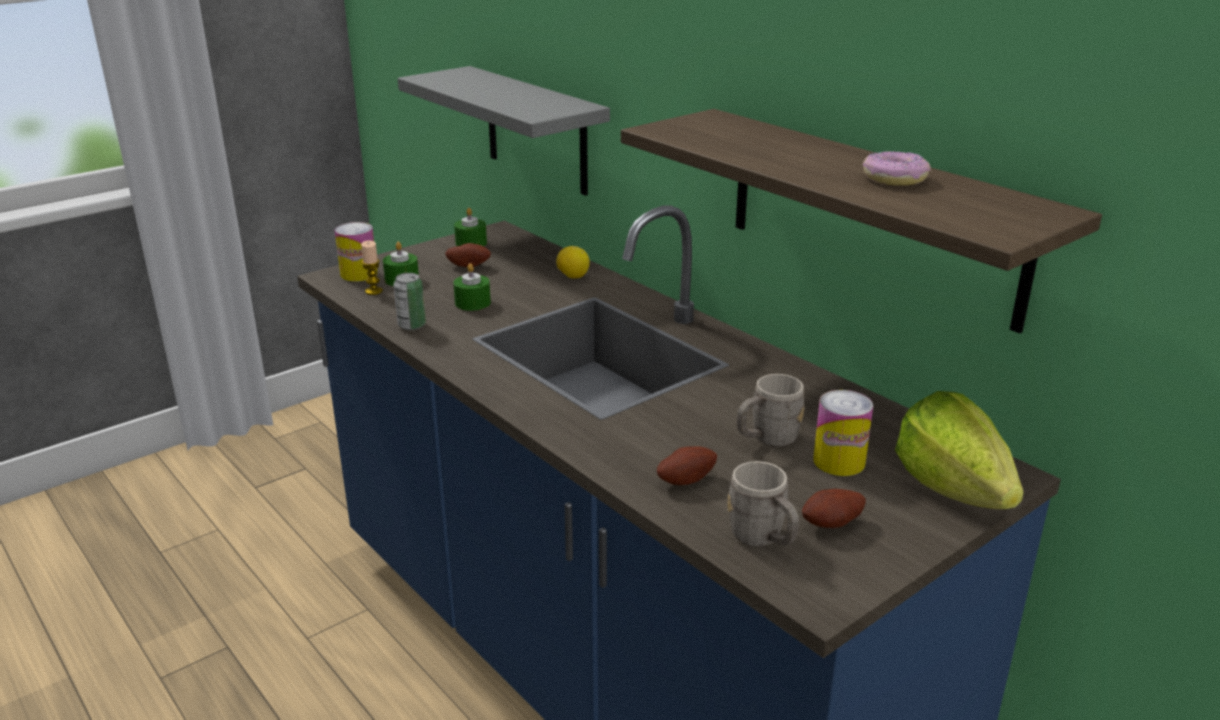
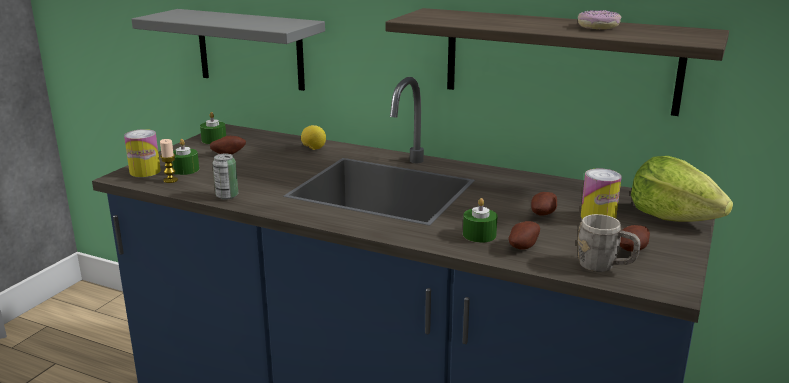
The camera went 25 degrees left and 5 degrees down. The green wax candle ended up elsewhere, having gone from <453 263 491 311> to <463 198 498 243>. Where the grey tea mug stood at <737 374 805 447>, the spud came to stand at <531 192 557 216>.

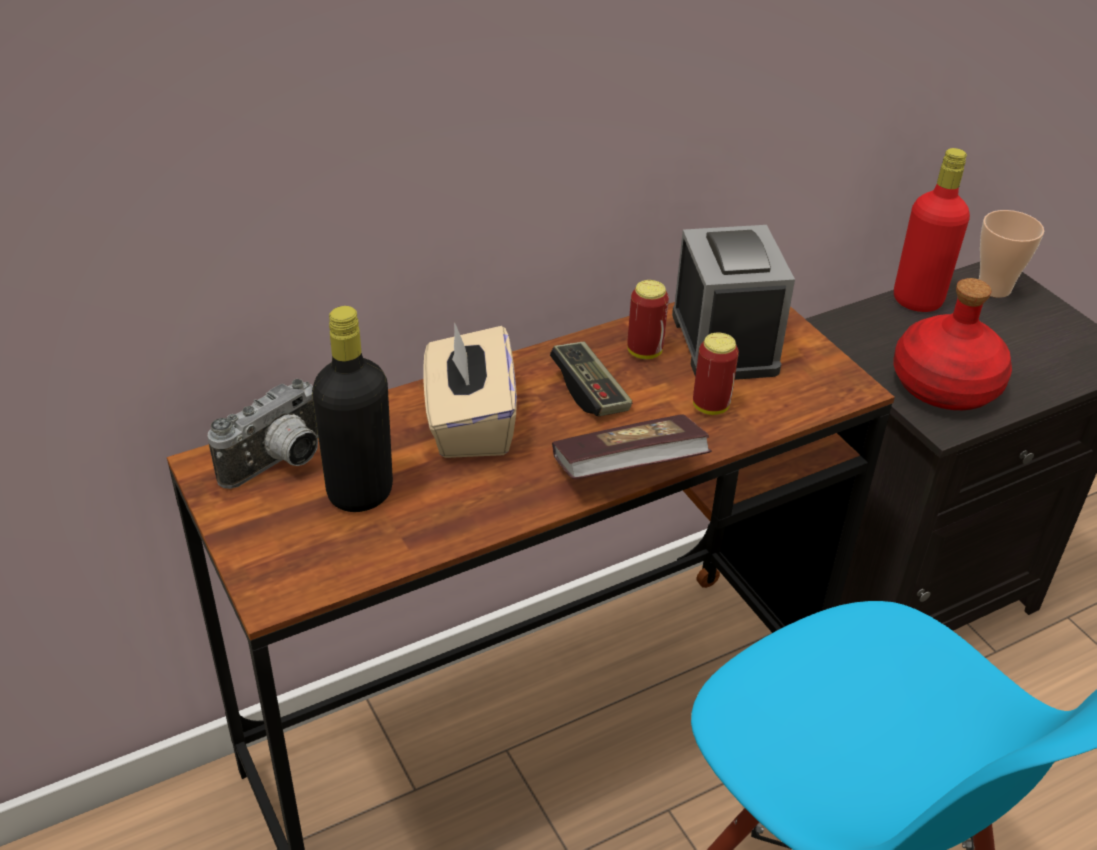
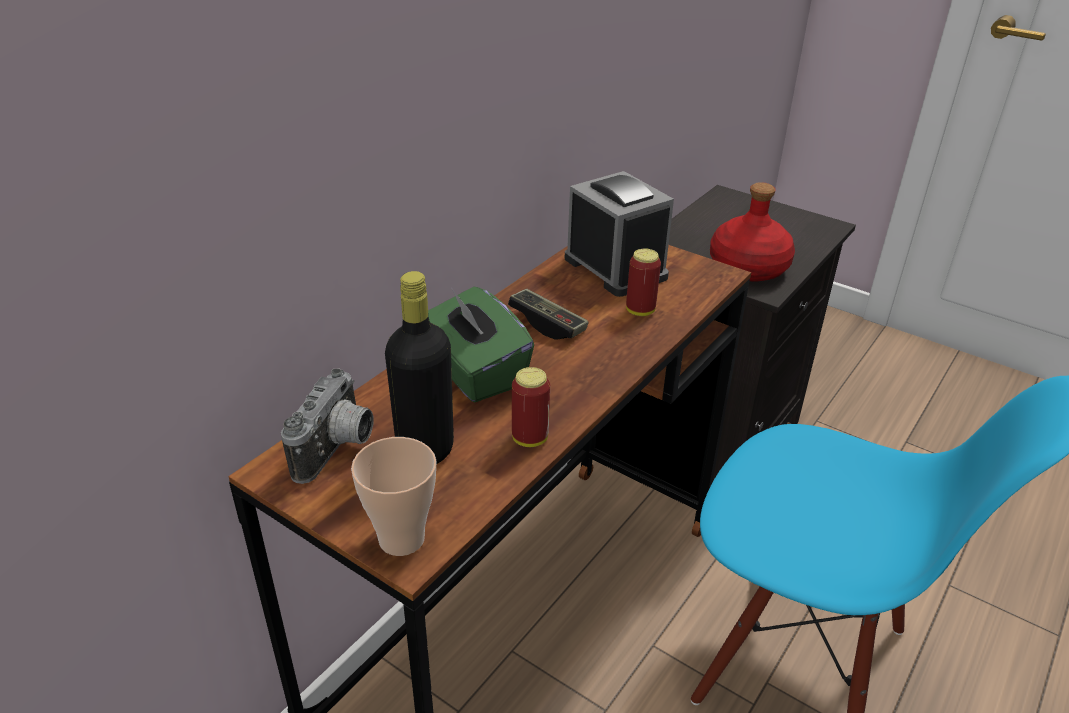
The camera went 25 degrees left and 5 degrees down. The small cup ended up elsewhere, having gone from <979 210 1044 298> to <351 437 436 556>. What was the sand-coloured tissue holder at <423 324 517 458> turned into the green tissue holder at <428 287 534 402>. The sealed can ended up elsewhere, having gone from <627 280 669 359> to <512 367 550 447>. The second view lost the book at <552 414 712 480>. The second view lost the red beverage bottle at <894 148 970 312>.

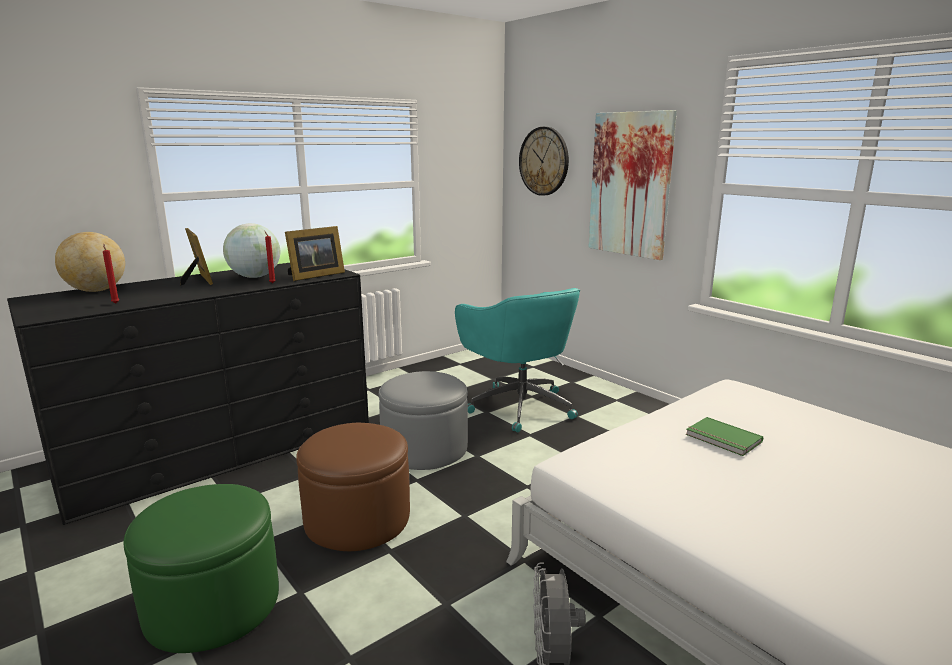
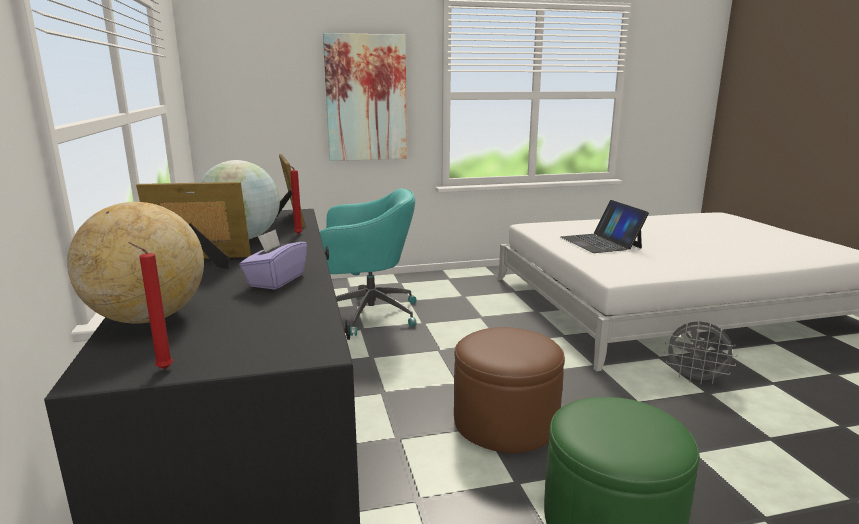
The camera went 65 degrees left and 0 degrees up. The red wax candle ended up elsewhere, having gone from <103 244 119 303> to <128 242 173 369>. The second view gained the purple-coloured tissue holder at <239 229 307 290>. Where the green book stood at <686 417 763 456>, the laptop came to stand at <561 200 649 253>. The second view lost the grey footrest at <379 371 468 470>. The second view lost the hanging clock at <519 127 569 196>.

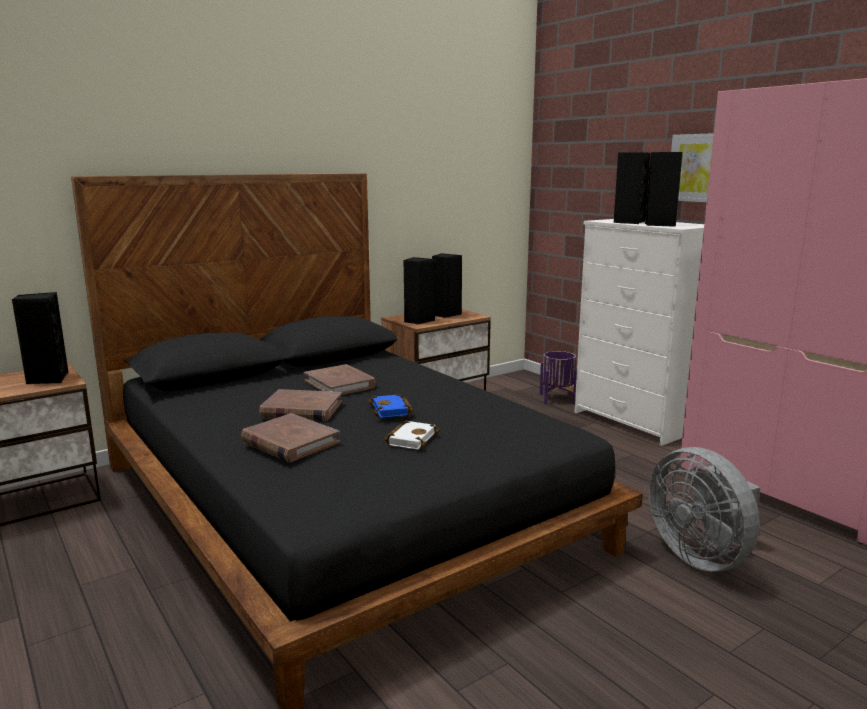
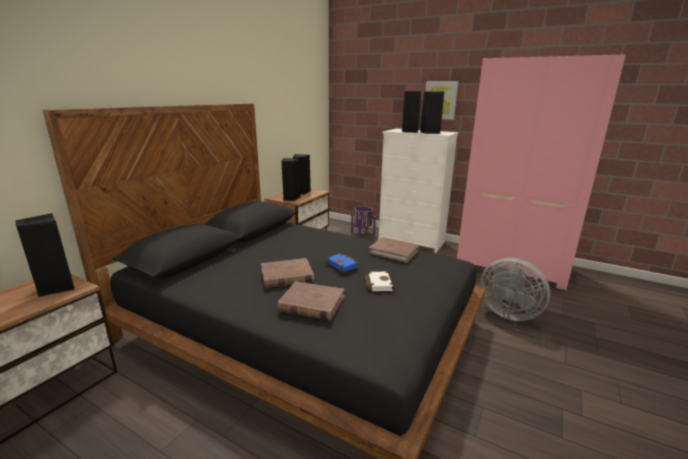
The camera went 25 degrees left and 5 degrees up. The brownish book ended up elsewhere, having gone from <304 364 376 395> to <369 237 419 263>.

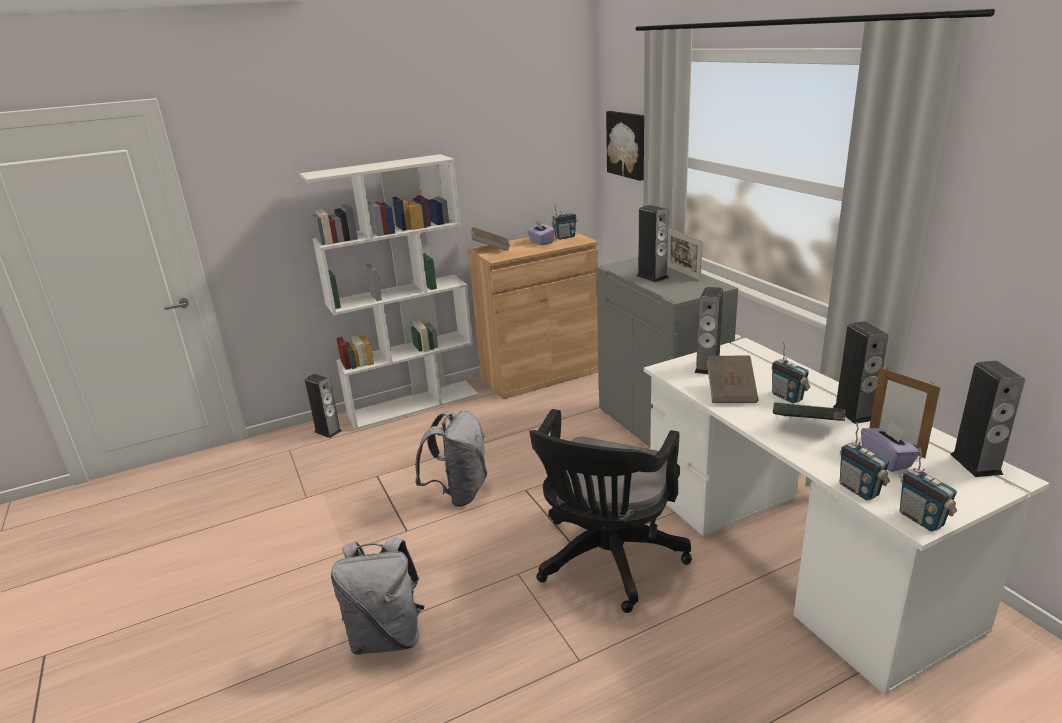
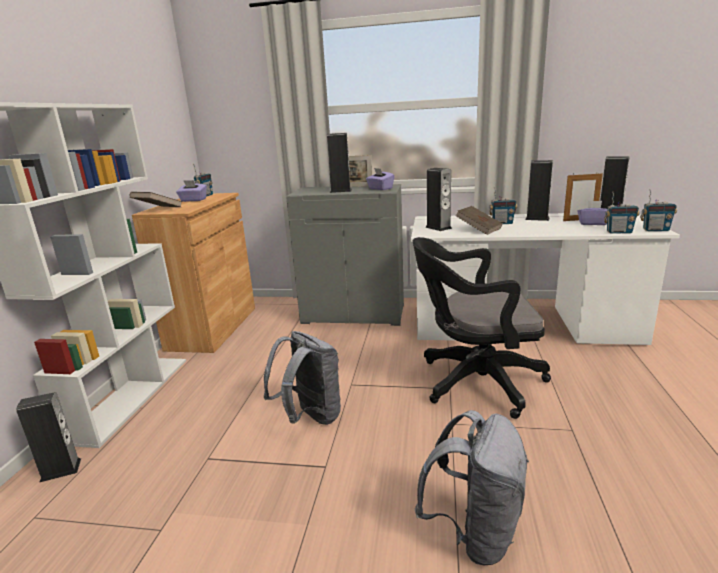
The camera went 55 degrees left and 5 degrees down. The second view gained the purple-coloured tissue holder at <366 168 394 190>. The blackish desk chair at <529 409 692 613> ended up facing another way, 120 degrees clockwise from before. The second view lost the wall art at <606 111 644 181>. The second view lost the book at <773 402 845 421>.

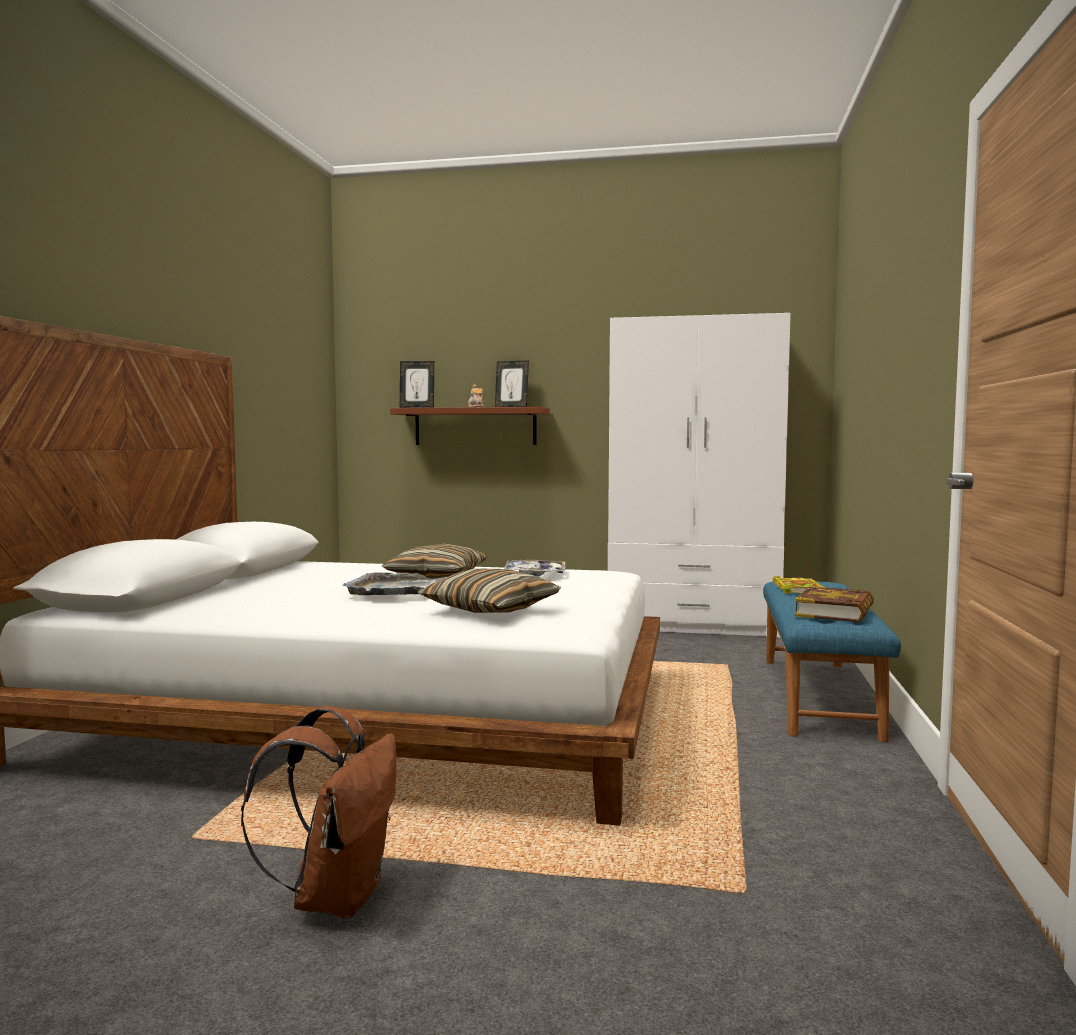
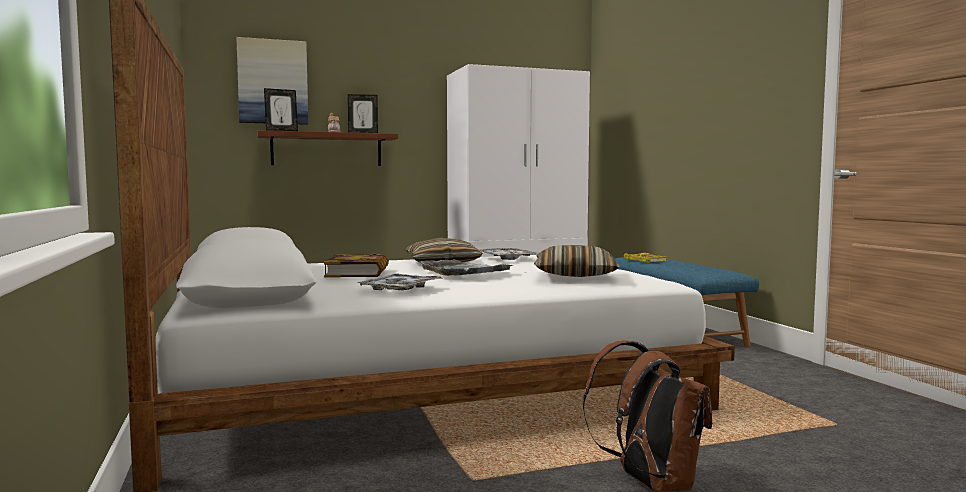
The camera went 30 degrees left and 0 degrees up. The second view gained the wall art at <236 37 308 125>. The book ended up elsewhere, having gone from <795 586 874 622> to <324 254 389 277>. The second view gained the carrying tray at <356 274 444 290>.

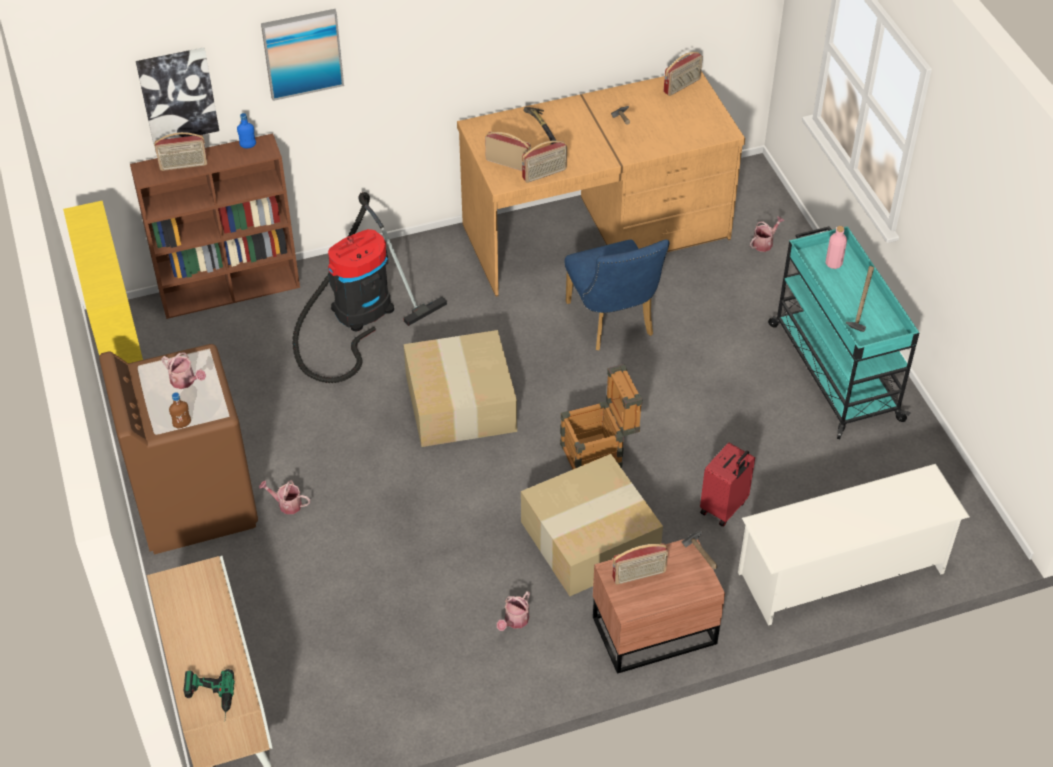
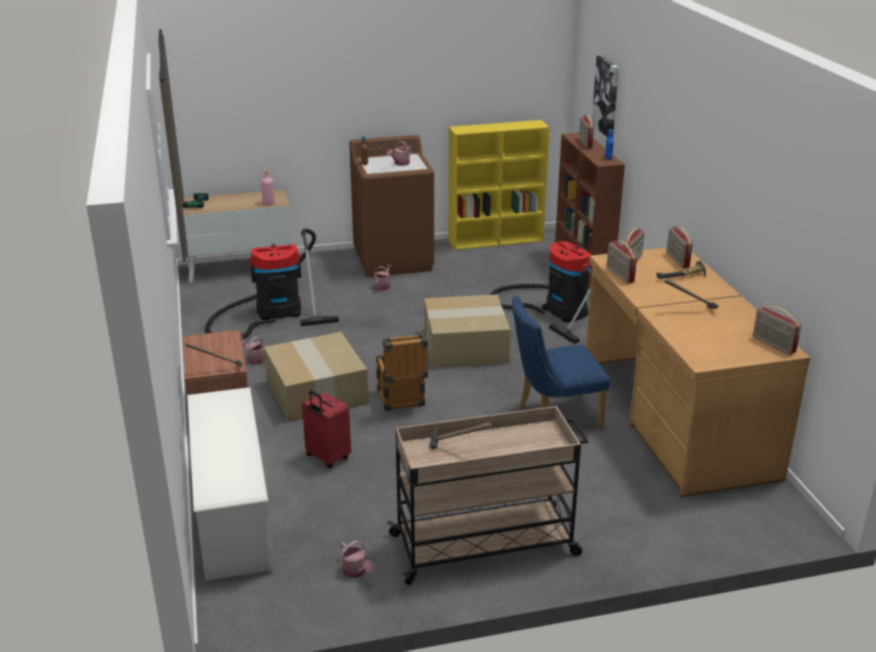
The camera went 95 degrees right and 20 degrees down. The second view gained the vacuum at <205 228 339 339>. The pink-coloured beverage bottle ended up elsewhere, having gone from <825 226 847 269> to <261 170 275 205>. The sprinkling can ended up elsewhere, having gone from <750 216 785 252> to <340 541 374 578>. What was the blue-green cart at <768 226 920 439> turned into the sand-coloured cart at <387 406 588 585>. The radio receiver ended up elsewhere, having gone from <612 543 668 584> to <667 226 693 268>. The second view lost the wall art at <261 9 344 101>.

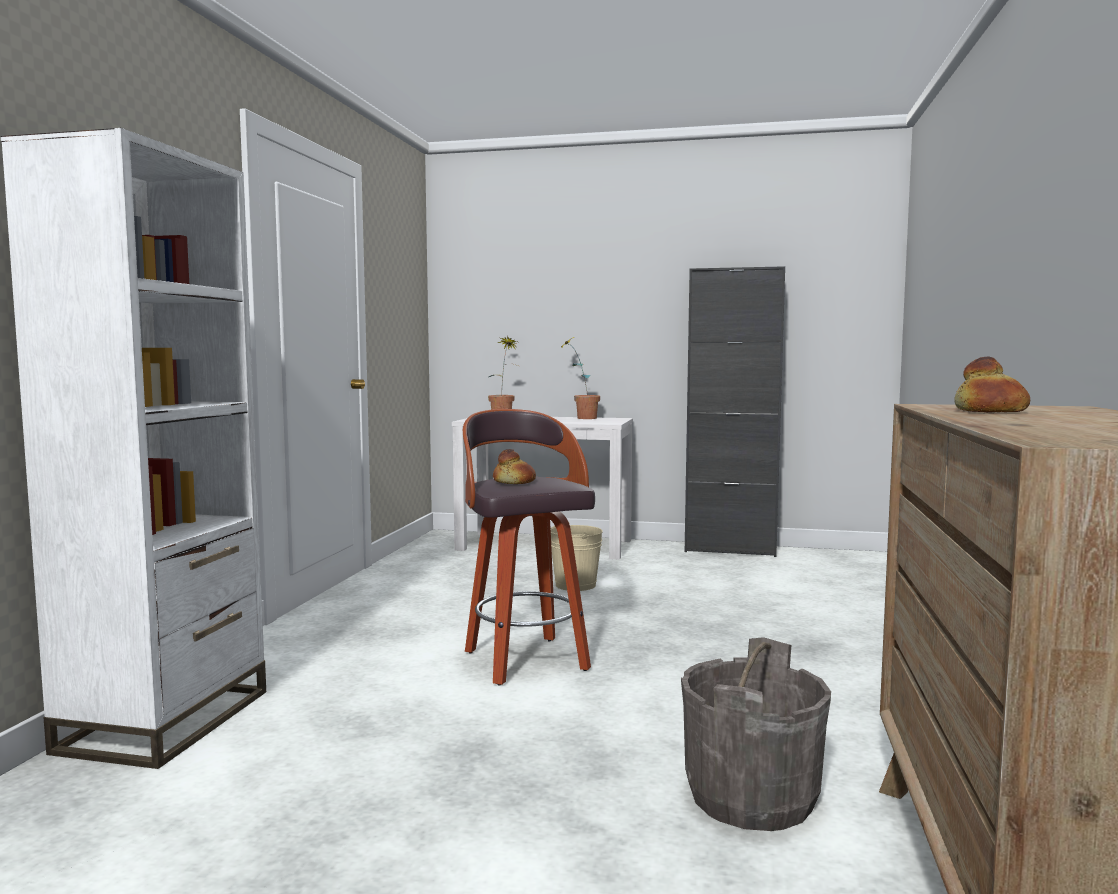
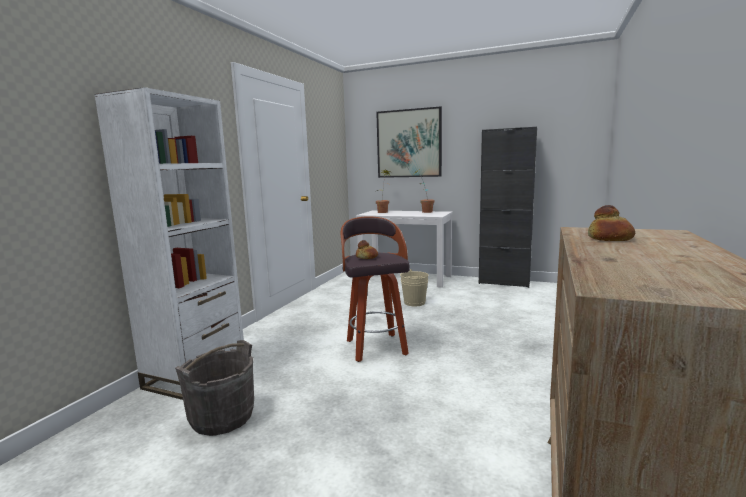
The camera went 10 degrees right and 5 degrees up. The grey pail ended up elsewhere, having gone from <681 637 831 831> to <175 340 254 436>. The second view gained the wall art at <376 107 442 178>.

